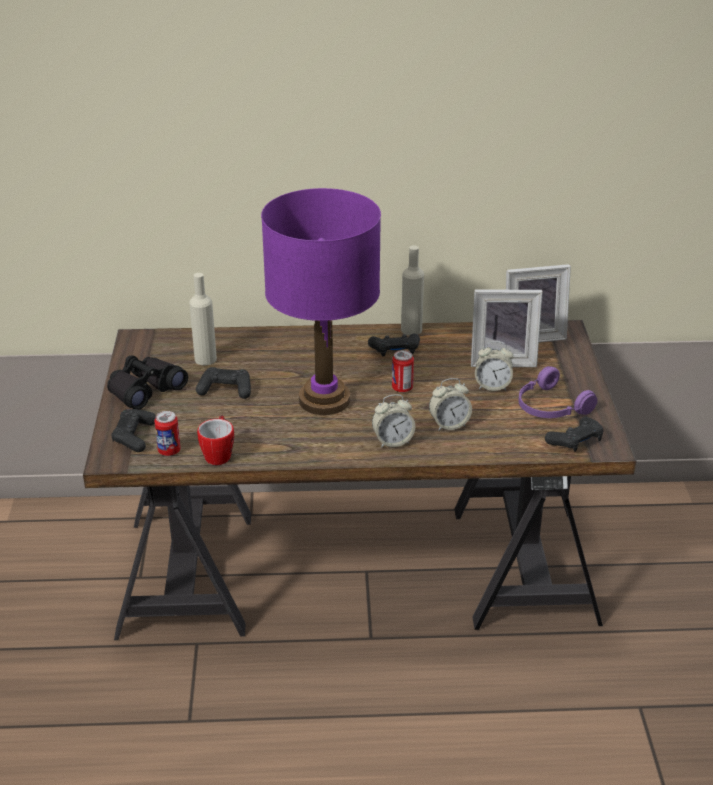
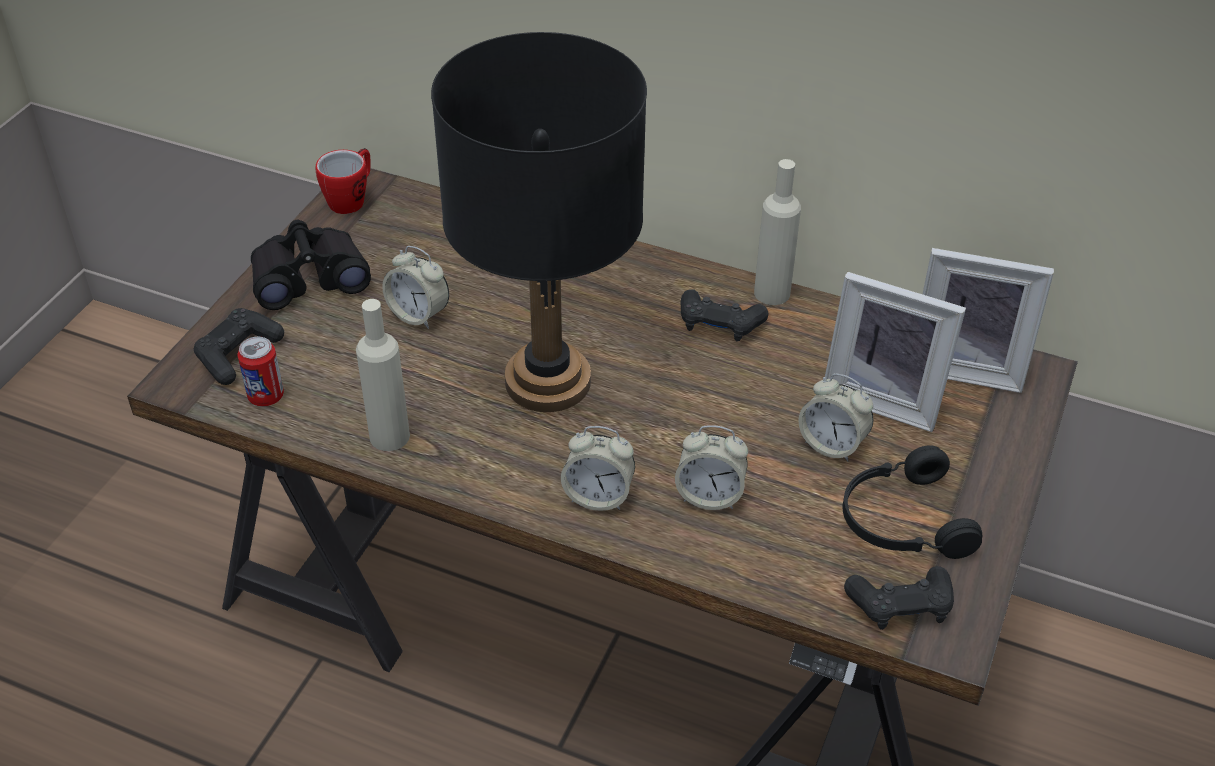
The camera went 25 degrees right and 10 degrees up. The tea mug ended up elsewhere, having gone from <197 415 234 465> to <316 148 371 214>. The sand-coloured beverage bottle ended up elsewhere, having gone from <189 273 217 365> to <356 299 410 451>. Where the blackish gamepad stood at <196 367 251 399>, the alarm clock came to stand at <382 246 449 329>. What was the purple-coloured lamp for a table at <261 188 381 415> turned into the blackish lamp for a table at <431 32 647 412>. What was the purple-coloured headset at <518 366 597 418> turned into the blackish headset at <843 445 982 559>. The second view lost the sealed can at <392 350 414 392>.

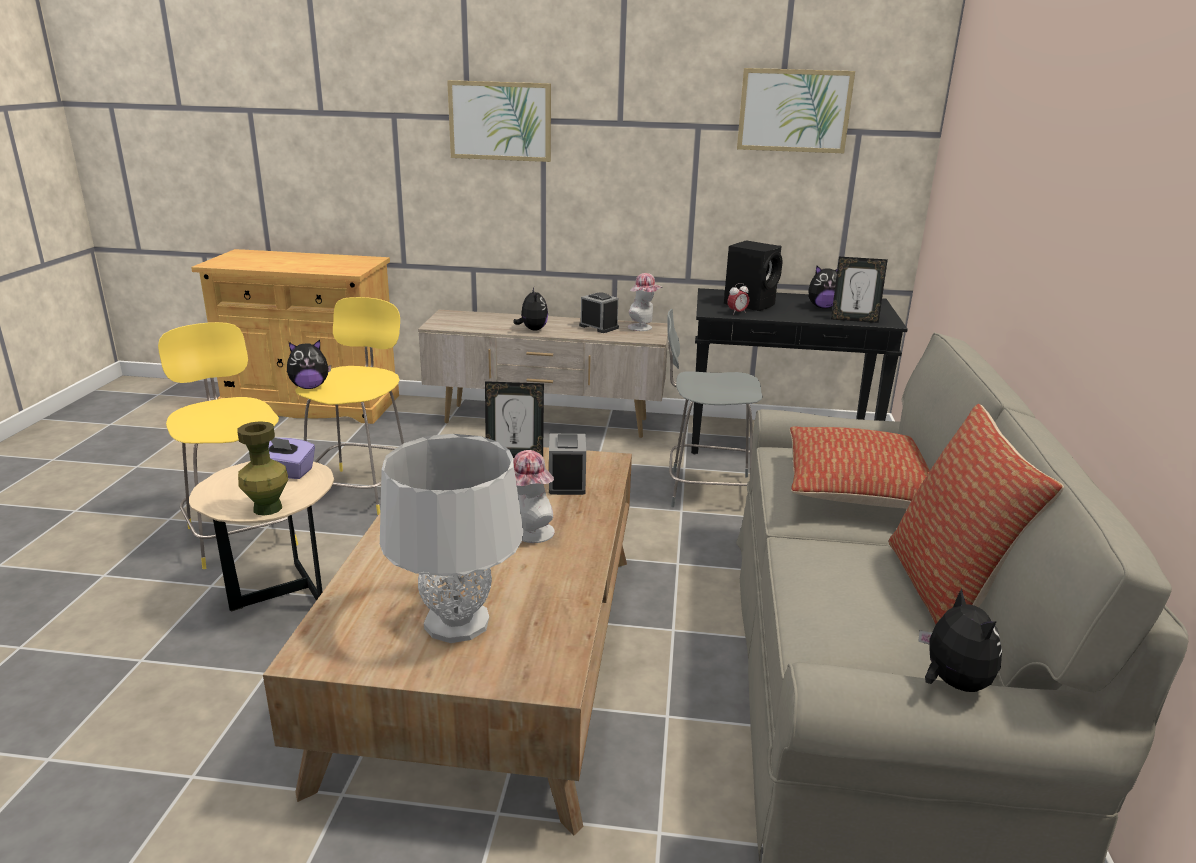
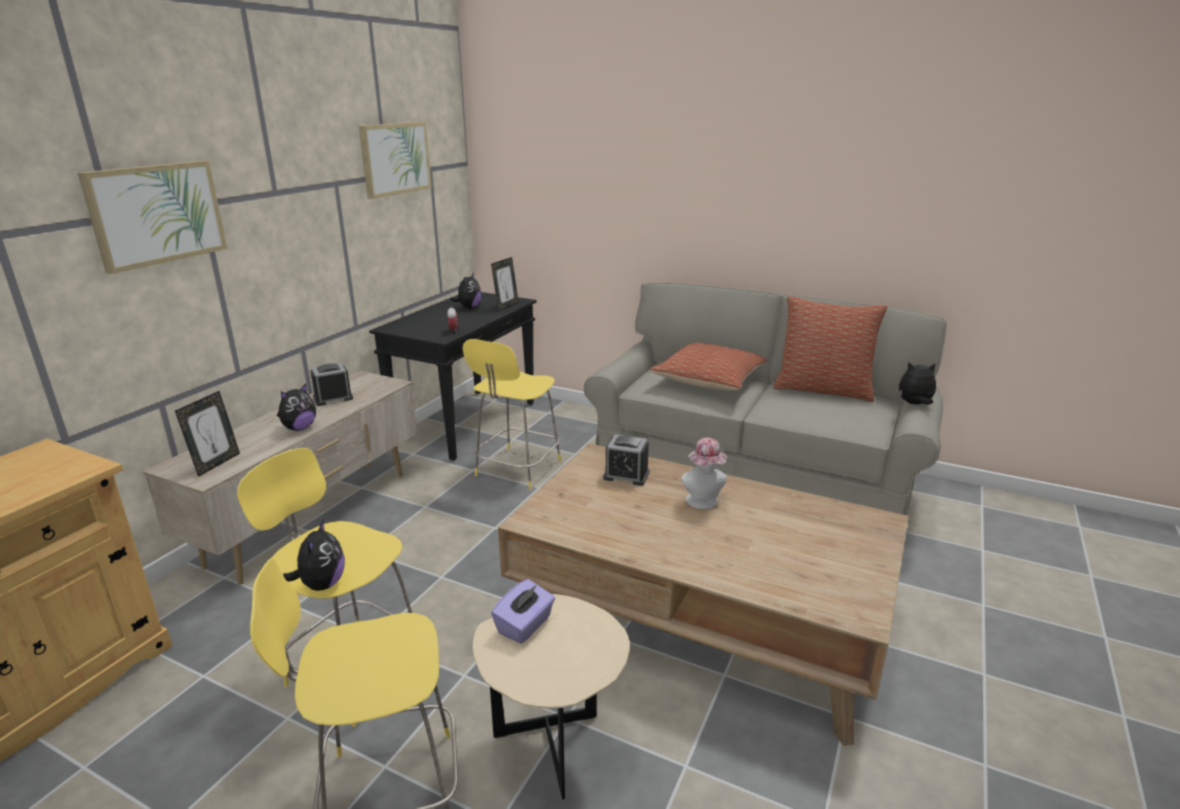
The camera went 70 degrees left and 0 degrees up. The photo frame ended up elsewhere, having gone from <485 381 544 458> to <175 391 240 477>. The soft toy at <513 287 548 331> ended up facing another way, 120 degrees clockwise from before. What was the grey sitting stool at <667 309 763 507> turned into the yellowish sitting stool at <463 339 561 490>. The second view lost the green flower vase at <237 421 288 515>. The second view lost the grey lamp for a table at <380 434 523 643>. The second view lost the hat at <628 273 662 331>. The second view lost the blackish speaker at <724 240 783 311>.

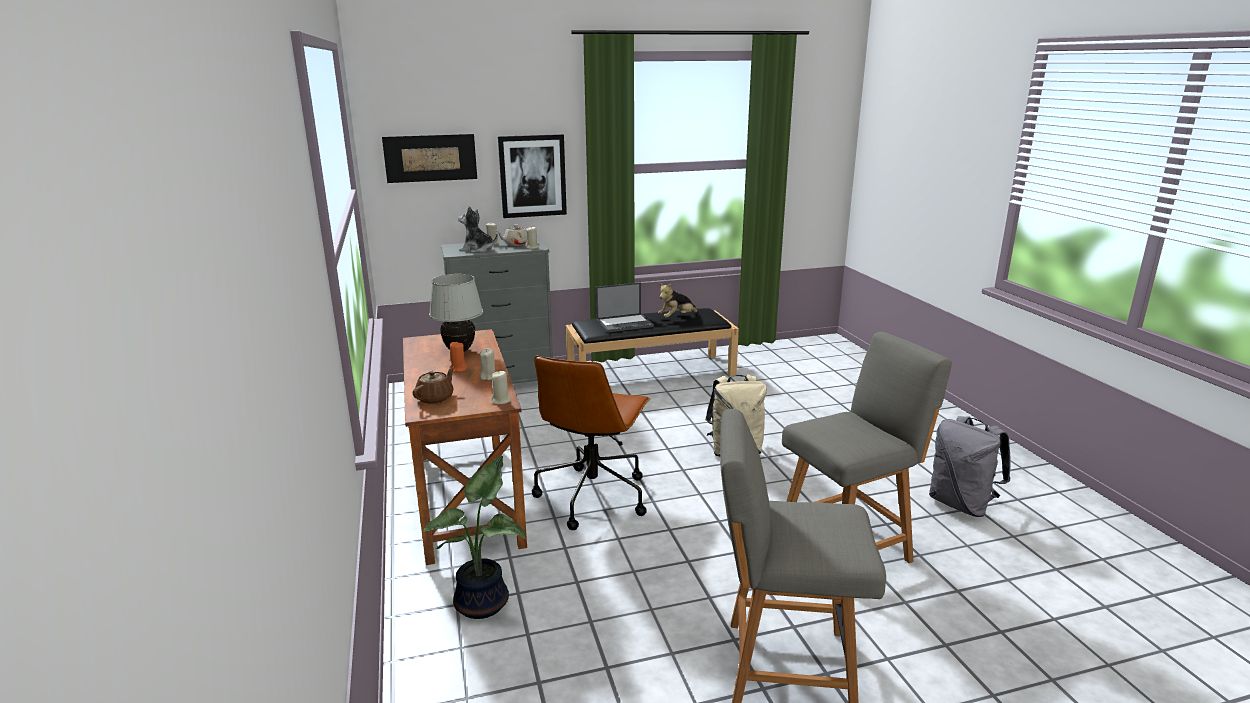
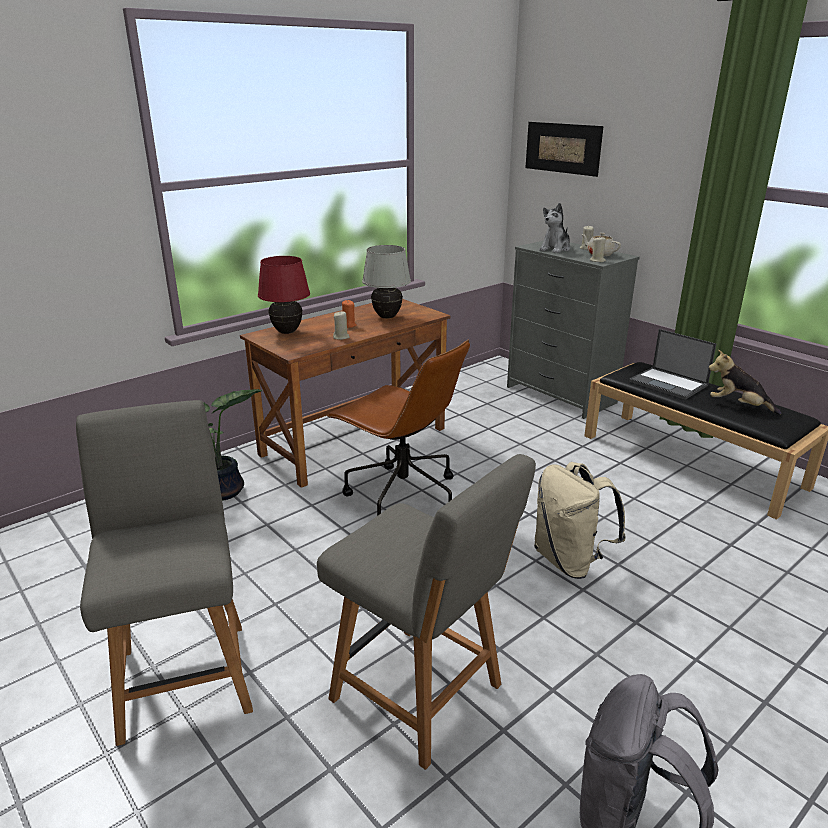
The camera went 65 degrees right and 5 degrees up. Where the brownish pot for tea stood at <413 366 454 404>, the red lamp for a table came to stand at <258 256 310 334>. The brownish desk chair at <532 356 650 530> ended up facing another way, 135 degrees counterclockwise from before. The soft toy at <458 206 498 253> ended up facing another way, 135 degrees counterclockwise from before. The second view lost the sand-coloured wax candle at <491 371 511 404>. The second view lost the wall art at <498 134 567 218>.

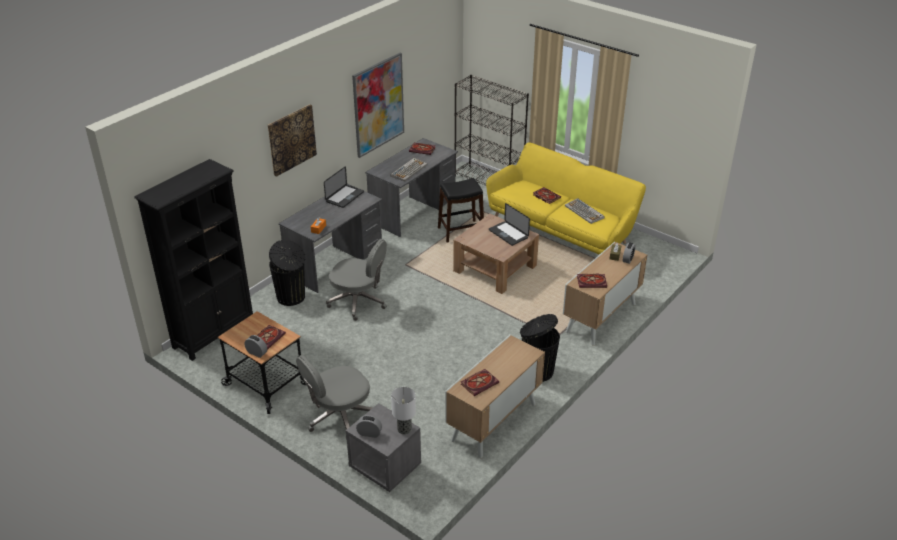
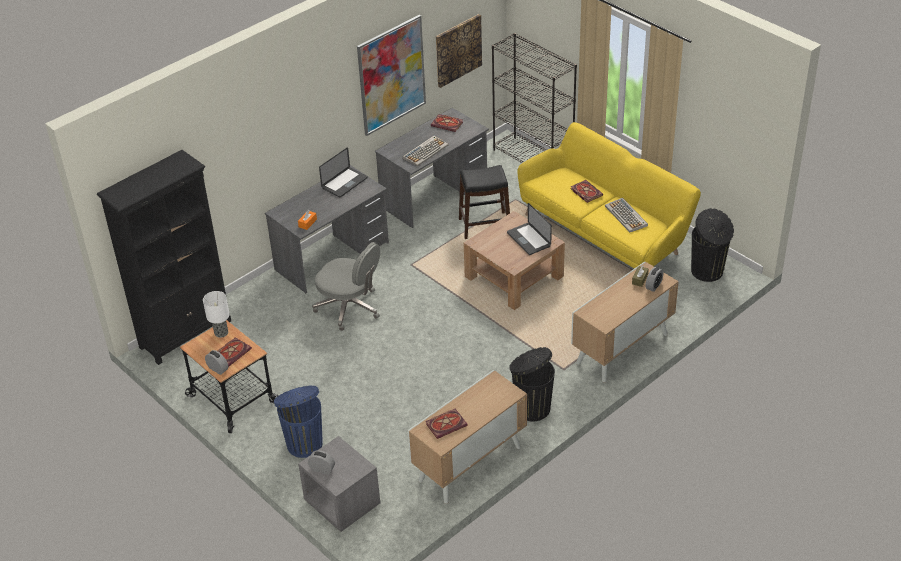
The camera went 10 degrees right and 5 degrees up. The lamp for a table ended up elsewhere, having gone from <391 387 416 435> to <203 291 230 338>. Where the grey desk chair stood at <296 355 373 440>, the bluish waste bin came to stand at <274 385 323 458>. The wall art ended up elsewhere, having gone from <268 104 317 177> to <436 14 482 88>. The blackish waste bin ended up elsewhere, having gone from <269 240 305 306> to <691 208 734 282>. The second view lost the book at <577 274 607 288>.

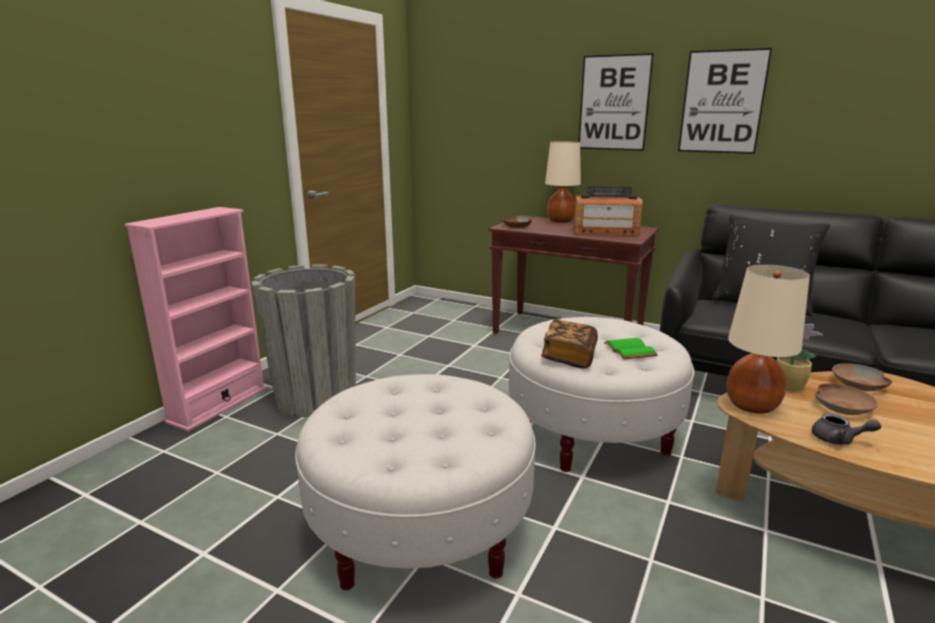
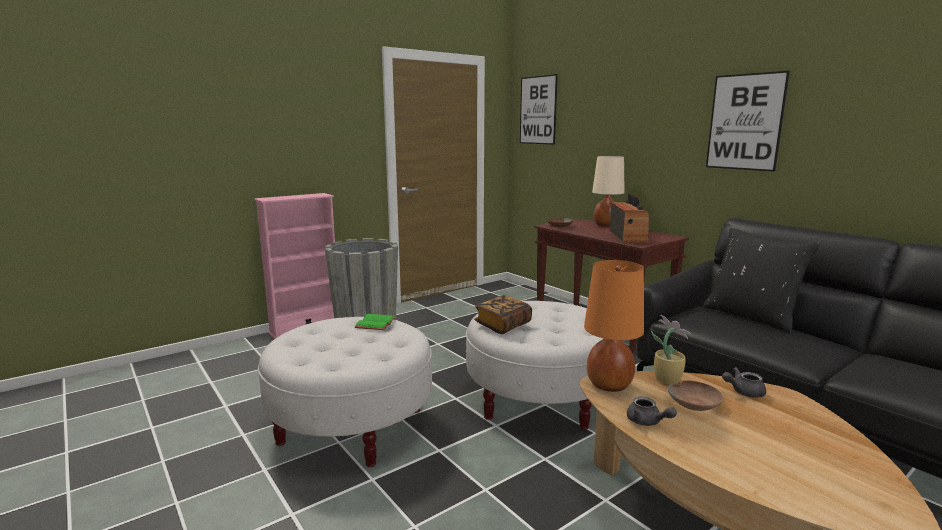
The camera went 25 degrees right and 5 degrees down. The green book ended up elsewhere, having gone from <604 338 658 359> to <355 314 396 330>. The wall art ended up elsewhere, having gone from <578 53 654 151> to <520 74 558 145>. What was the sand-coloured lamp for a table at <727 264 810 414> turned into the orangey lamp for a table at <584 260 644 392>. The radio receiver at <573 186 642 236> ended up facing another way, 120 degrees counterclockwise from before. Where the brownish serving bowl stood at <832 363 892 391>, the grey pot for tea came to stand at <722 367 766 398>.

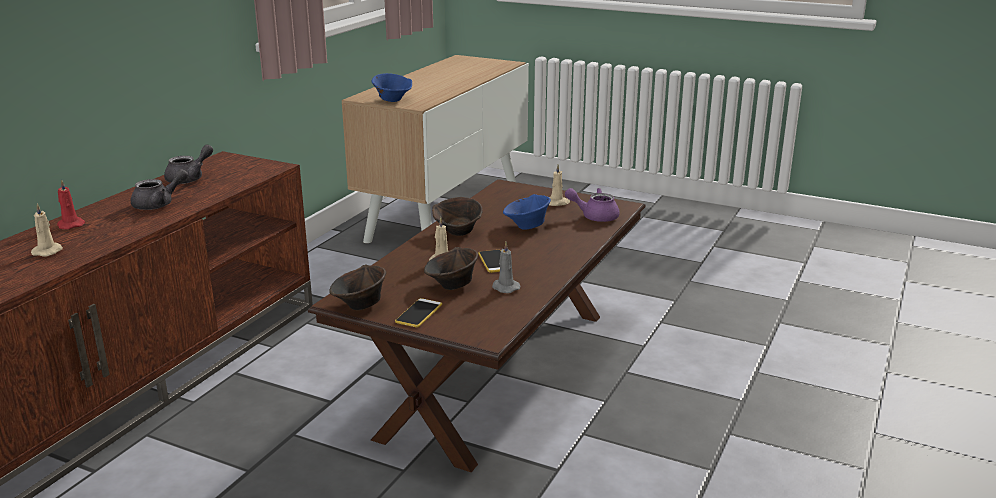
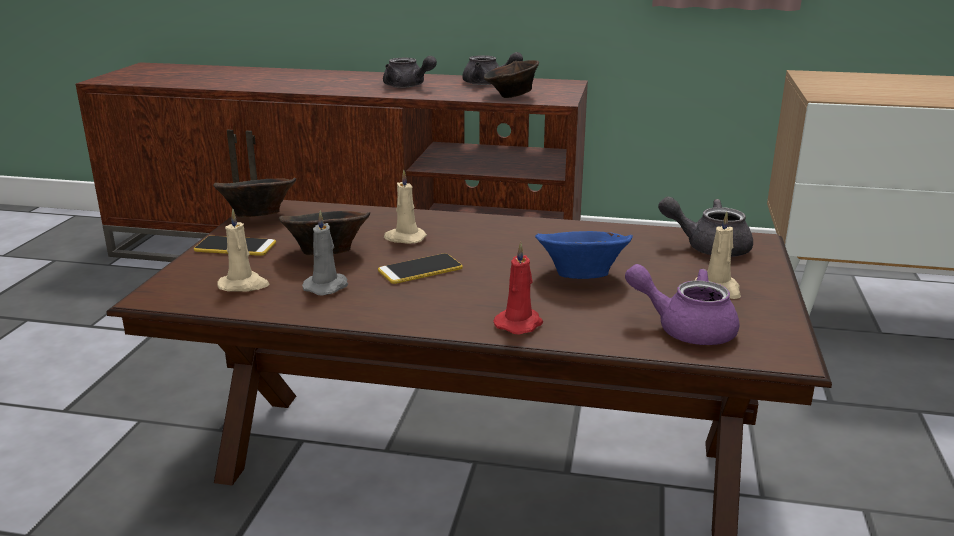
The camera went 75 degrees right and 0 degrees up. The sand-coloured wax candle ended up elsewhere, having gone from <31 203 63 257> to <217 209 270 292>. The brownish serving bowl ended up elsewhere, having gone from <432 197 483 236> to <484 60 539 98>. The red wax candle ended up elsewhere, having gone from <57 179 85 229> to <493 242 543 335>. The purple-coloured pot for tea at <565 188 620 222> ended up facing another way, 60 degrees counterclockwise from before. The second view gained the grey pot for tea at <658 197 753 257>. The second view lost the bluish serving bowl at <372 73 412 102>.

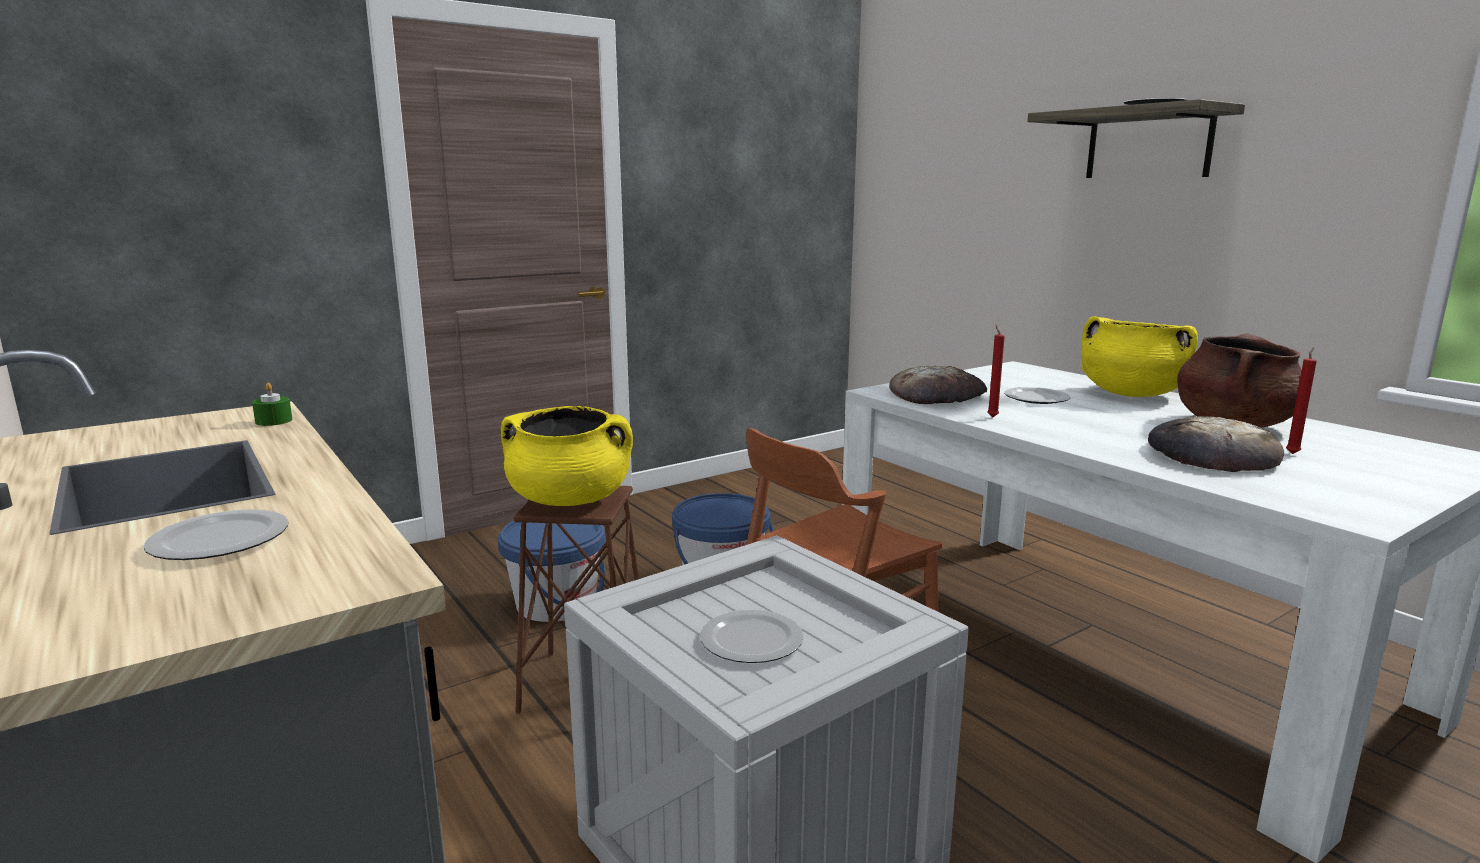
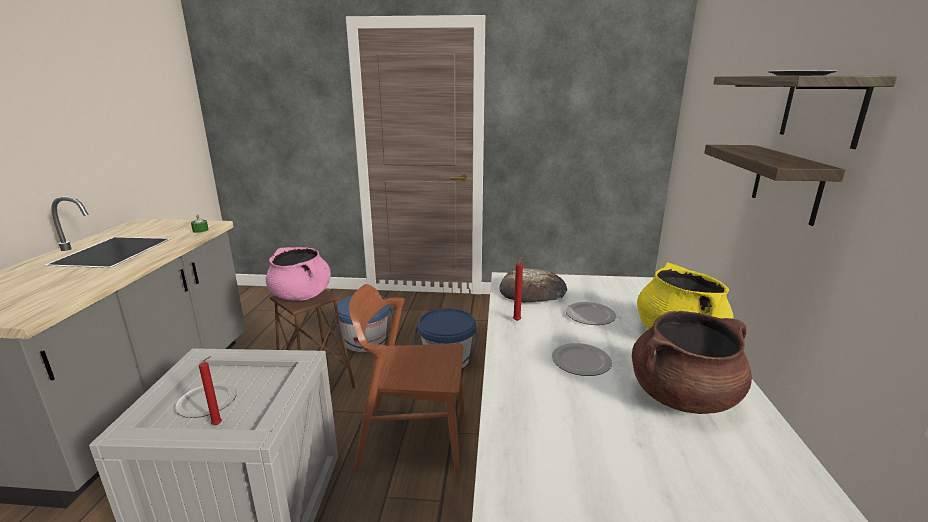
The camera went 40 degrees right and 5 degrees up. The red wax candle ended up elsewhere, having gone from <1286 347 1317 454> to <199 356 222 425>. What was the yellowish stockpot at <501 406 633 506> turned into the pink-coloured stockpot at <266 247 331 301>. The dinner plate ended up elsewhere, having gone from <143 509 288 560> to <552 343 612 376>. The second view gained the shelf at <704 145 845 226>. The second view lost the bakery bread at <1148 416 1284 472>.

